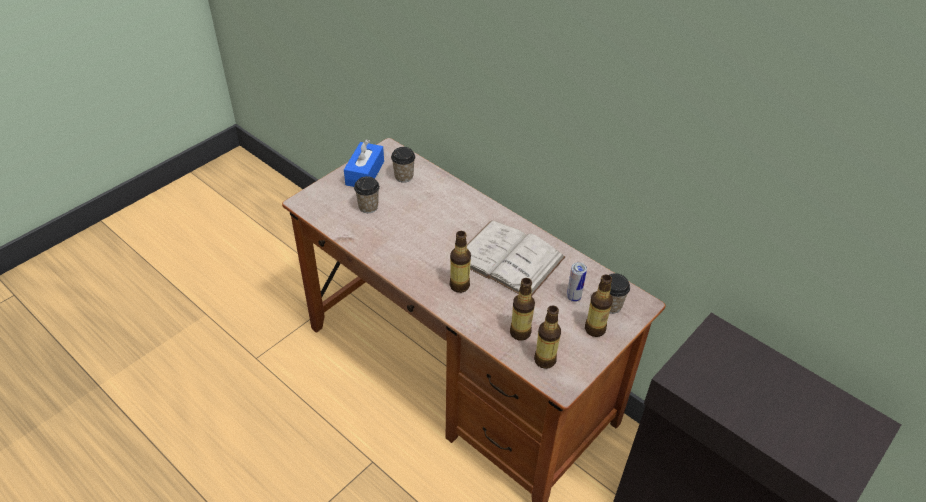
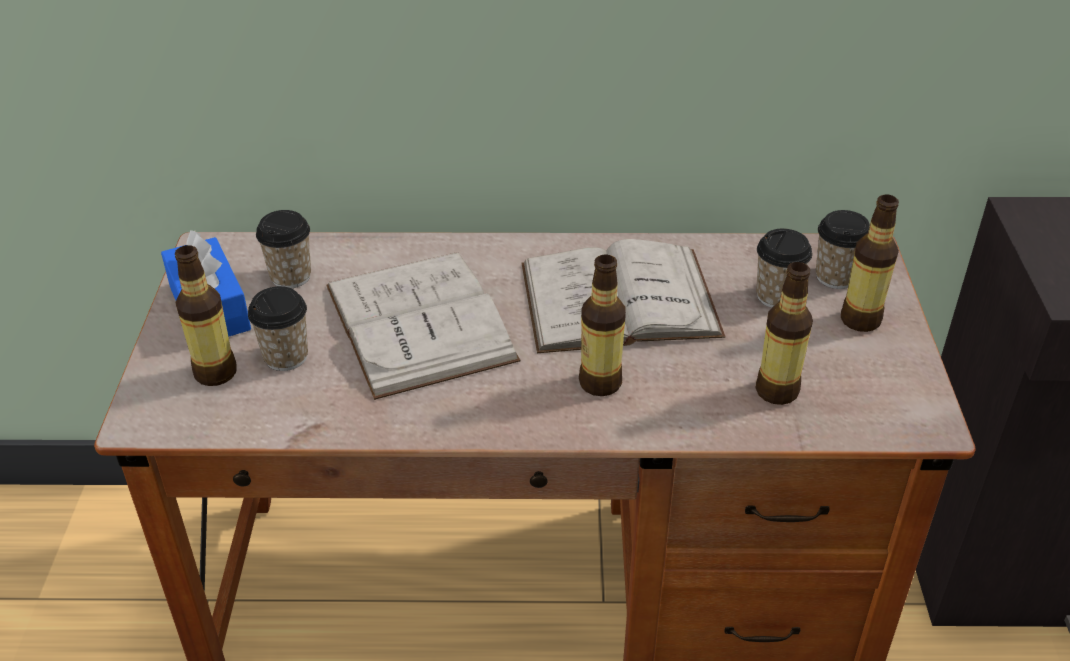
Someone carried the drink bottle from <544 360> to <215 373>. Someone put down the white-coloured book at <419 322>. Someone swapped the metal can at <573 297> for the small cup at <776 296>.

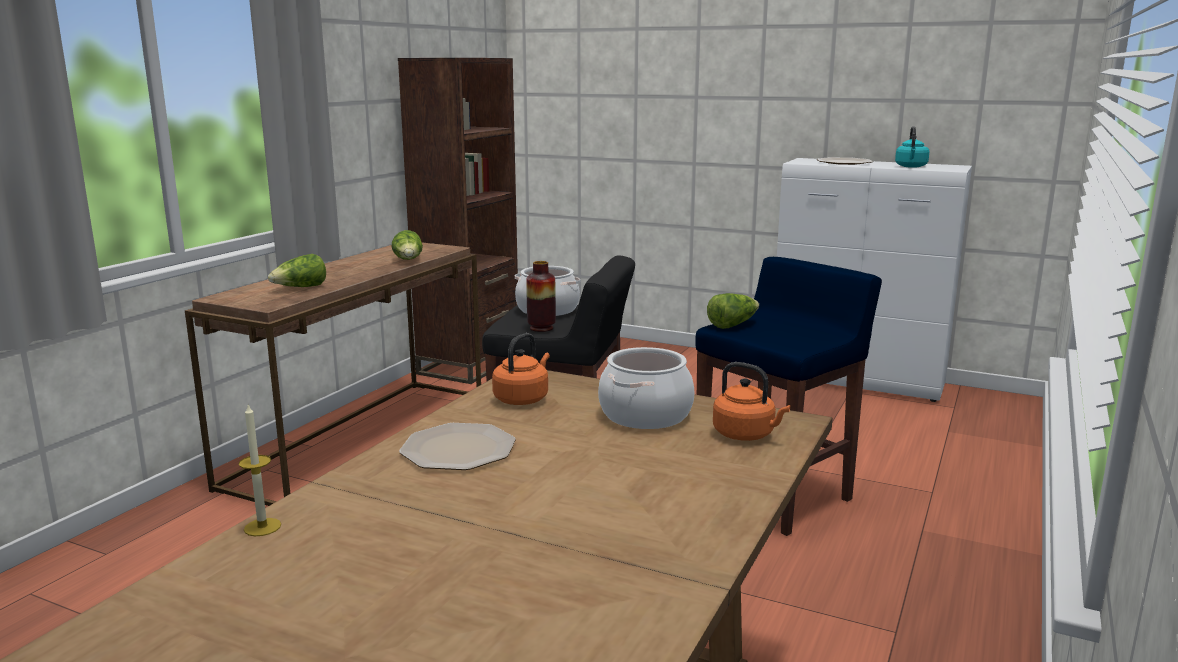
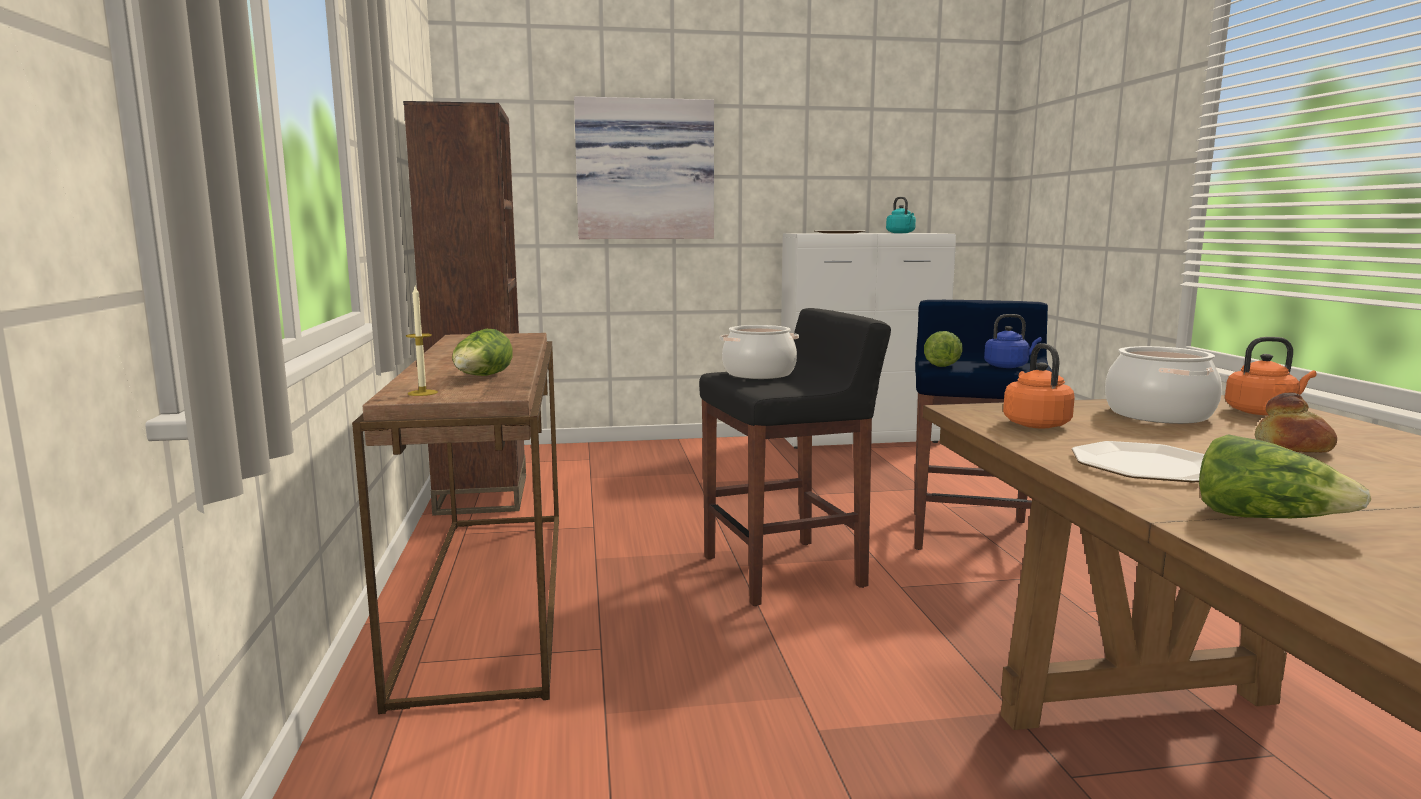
Someone carried the wax candle from <262 527> to <422 393>. Someone put up the wall picture at <645 170>. Someone put down the blue-coloured tea kettle at <1008 366>. Someone carried the head of lettuce from <408 261> to <1266 519>. Someone put down the bakery bread at <1292 448>. Someone took away the vase at <541 328>.

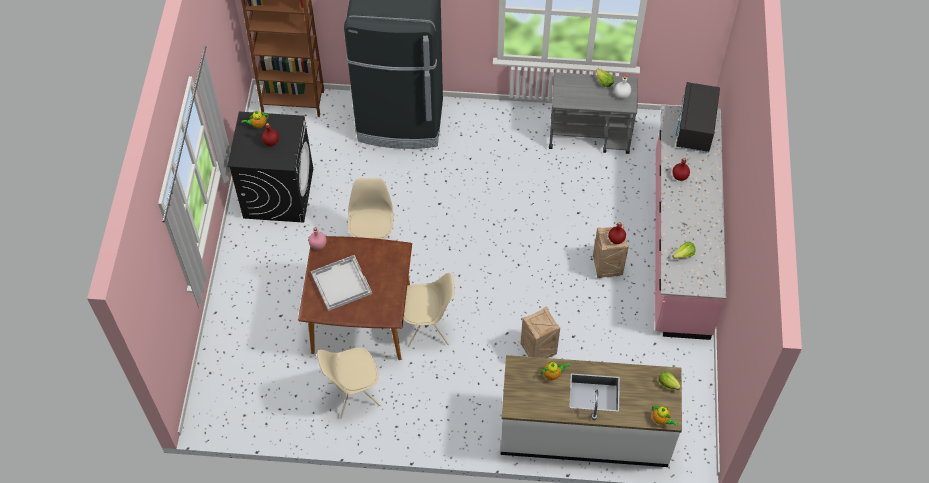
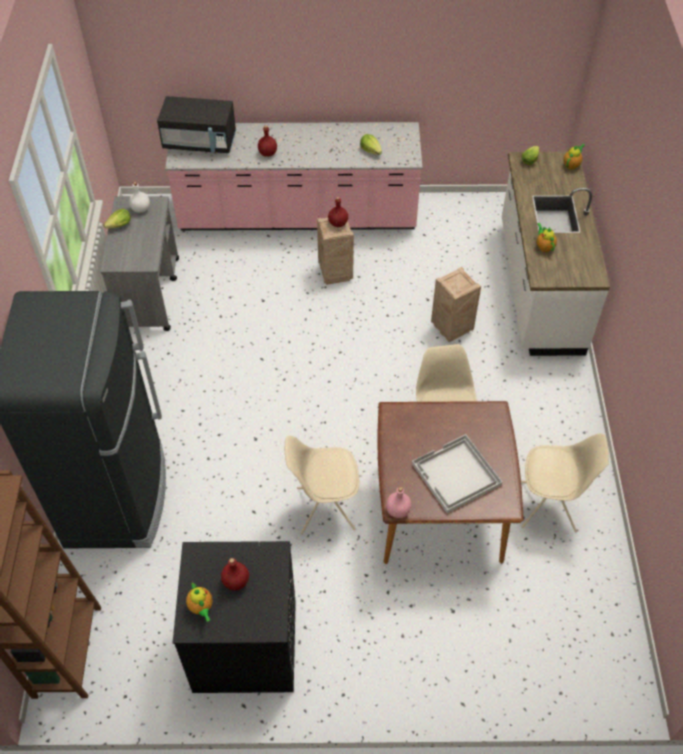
Someone rotated the sand-coloured chair at <353 394> by 60 degrees counterclockwise.

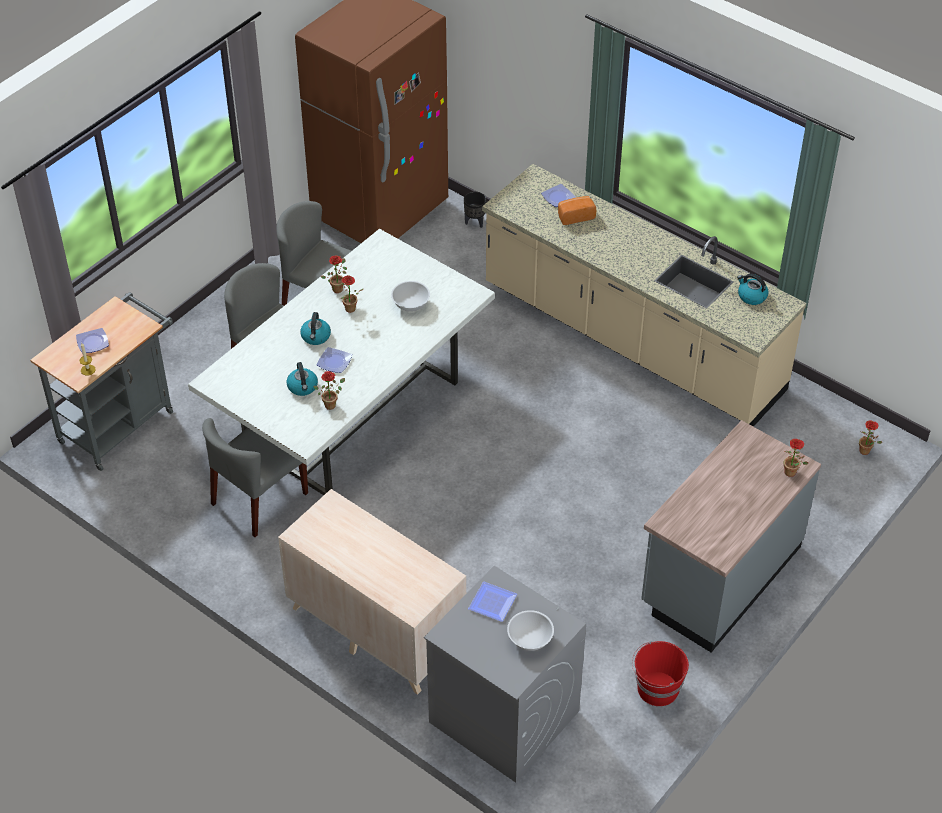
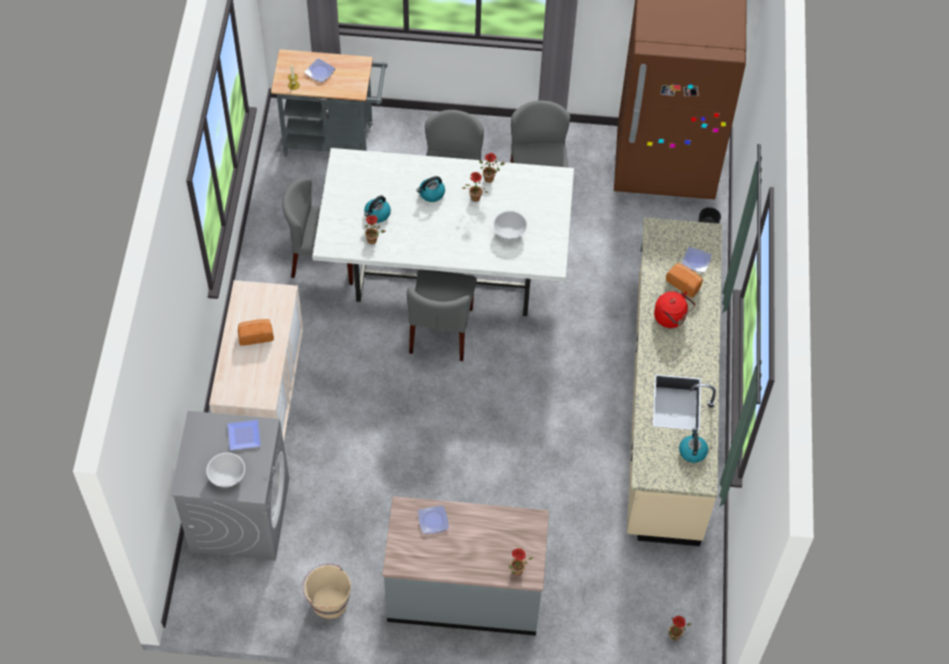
Someone put down the bakery bread at <255 335>. Someone repainted the red pail at <657 689>, which became the sand-coloured pail at <329 601>. Someone put down the greyish chair at <441 331>. Someone carried the plate from <334 361> to <433 520>. Someone put down the red tea kettle at <671 318>.

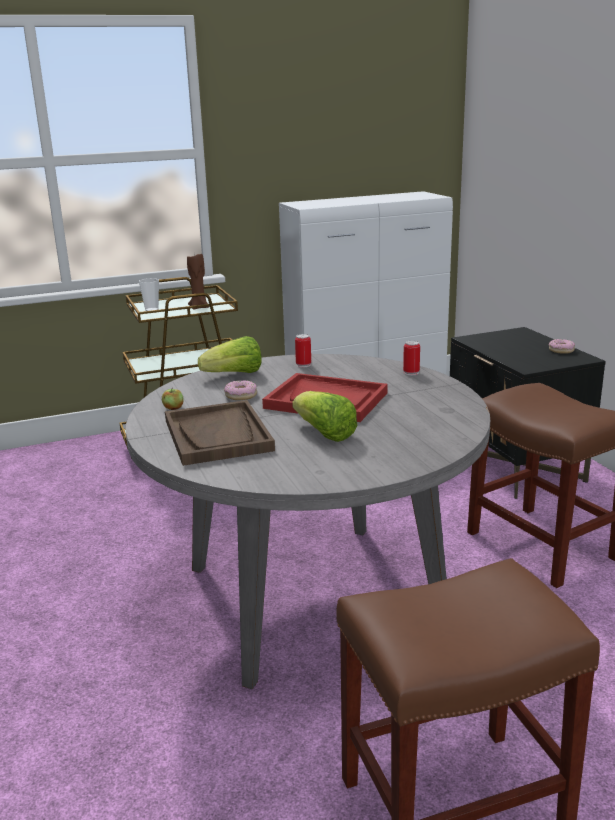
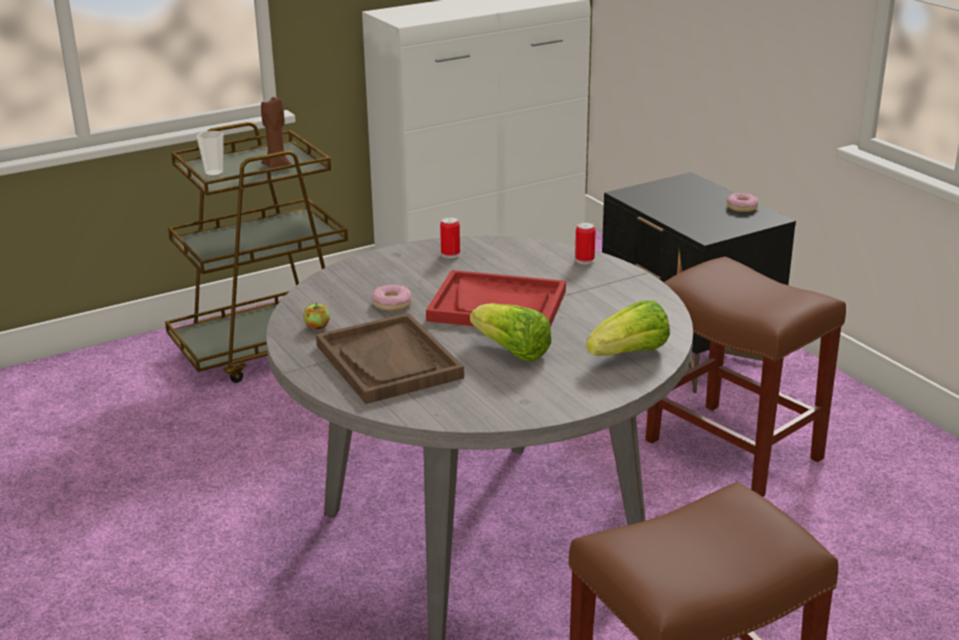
Someone carried the head of lettuce from <234 374> to <630 354>.

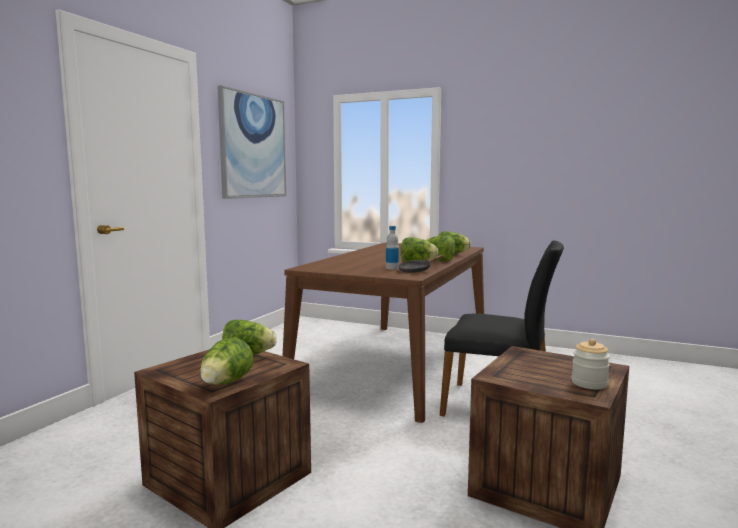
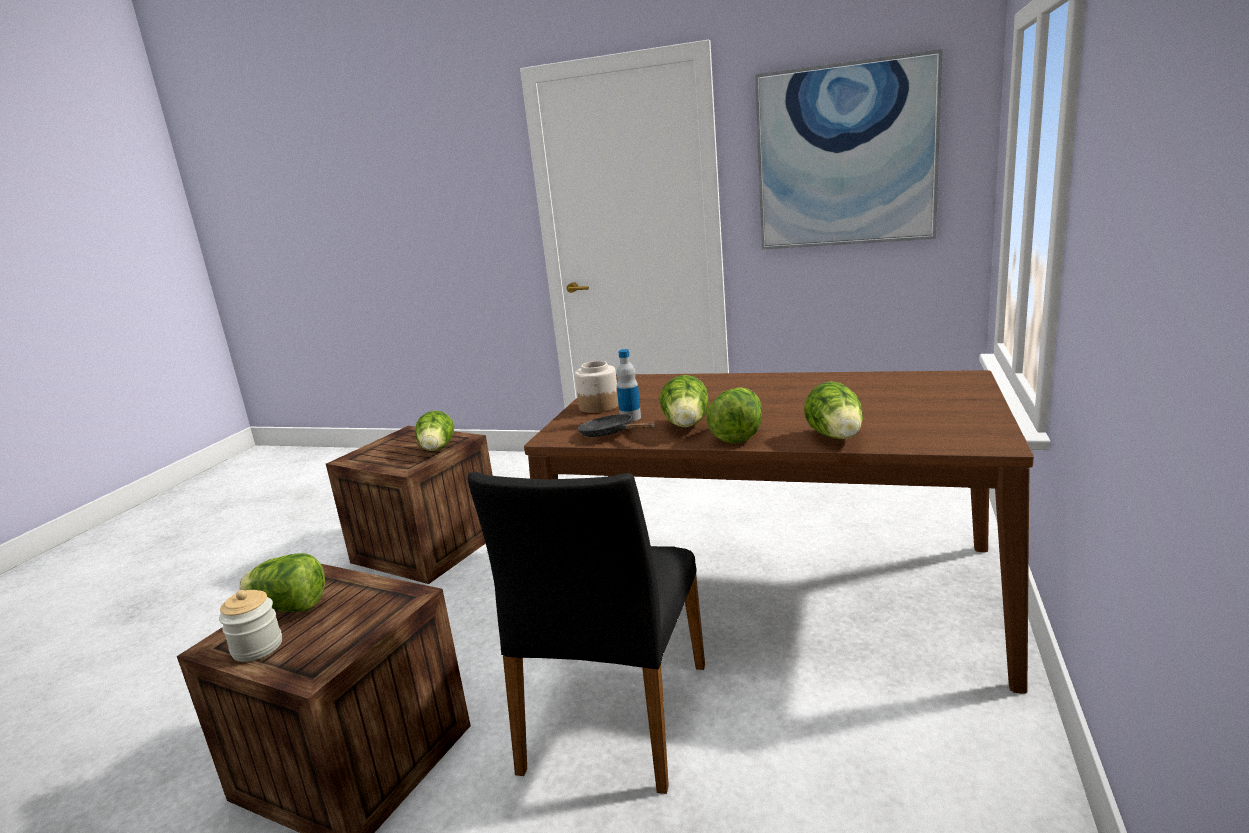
Someone carried the head of lettuce from <226 383> to <290 607>. Someone put down the preserve jar at <598 406>.

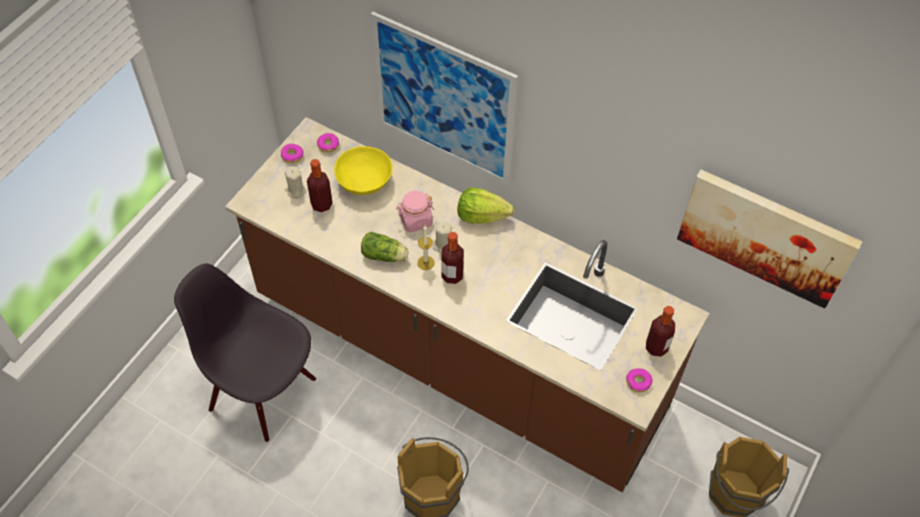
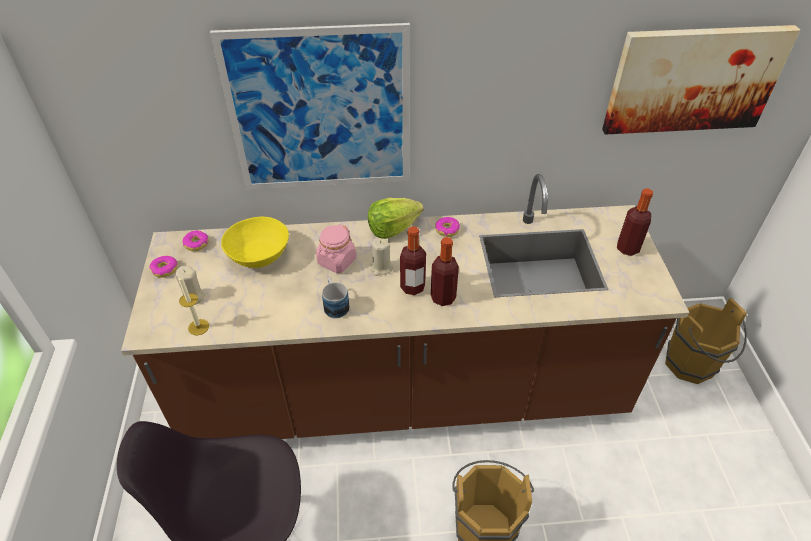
Someone carried the wax candle from <425 262> to <198 327>. Someone swapped the head of lettuce at <385 256> for the coffee mug at <335 304>. Someone carried the drink bottle from <321 204> to <443 297>. Someone carried the ring doughnut from <638 382> to <447 230>.

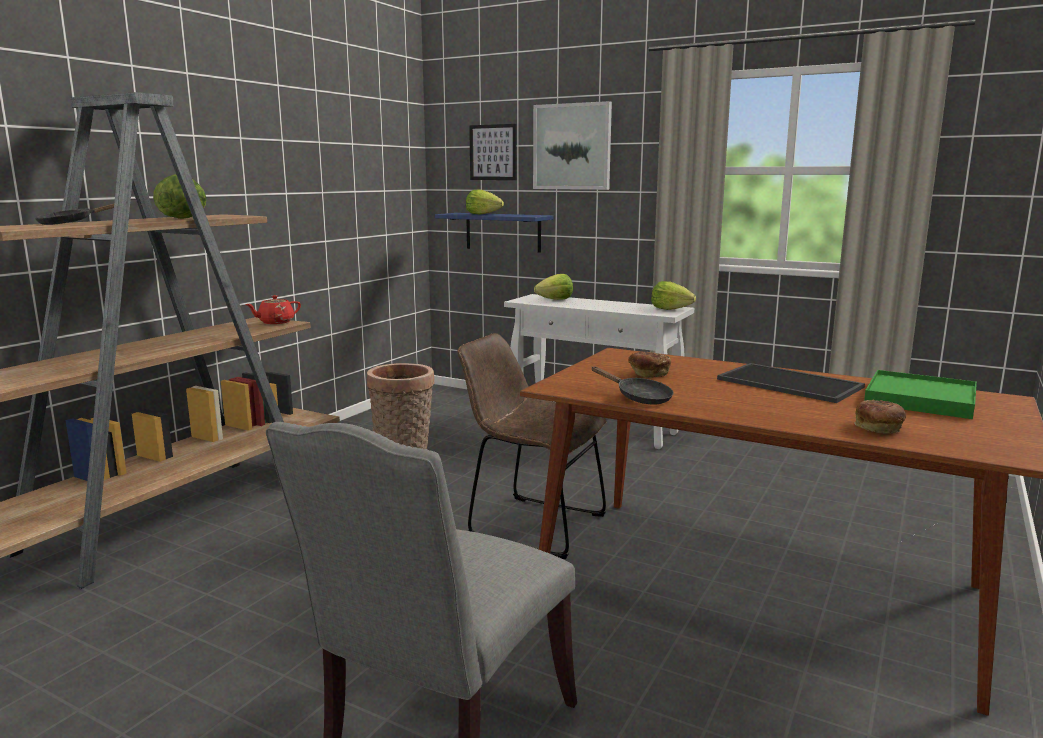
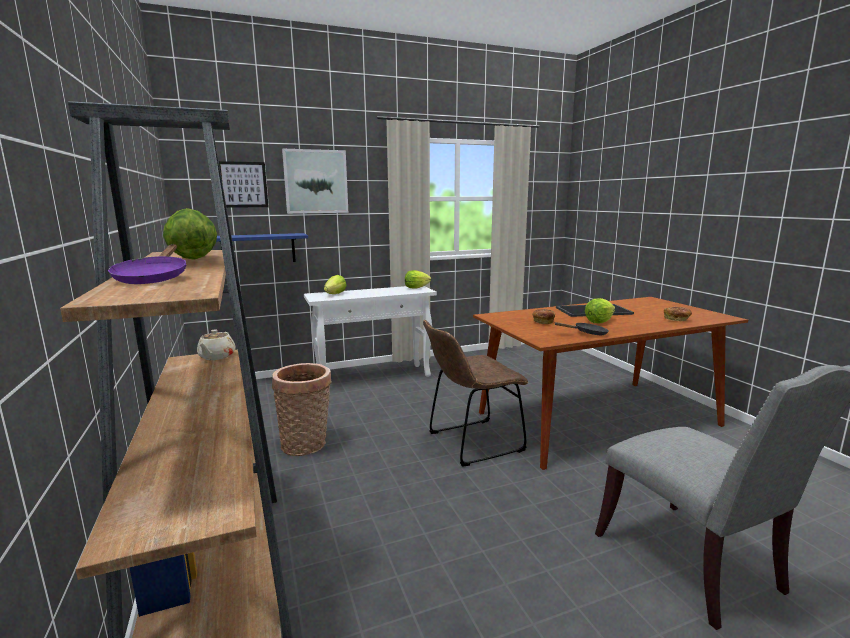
Someone repainted the blackish pan at <71 223>, which became the purplish pan at <153 278>. Someone repainted the red teapot at <275 322>, which became the sand-coloured teapot at <216 357>. Someone carried the head of lettuce from <482 214> to <599 321>. Someone took away the green-coloured tray at <920 399>.

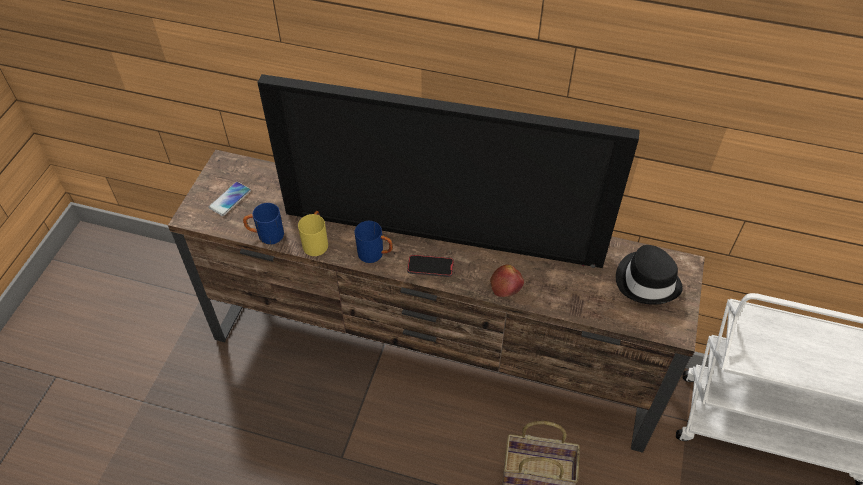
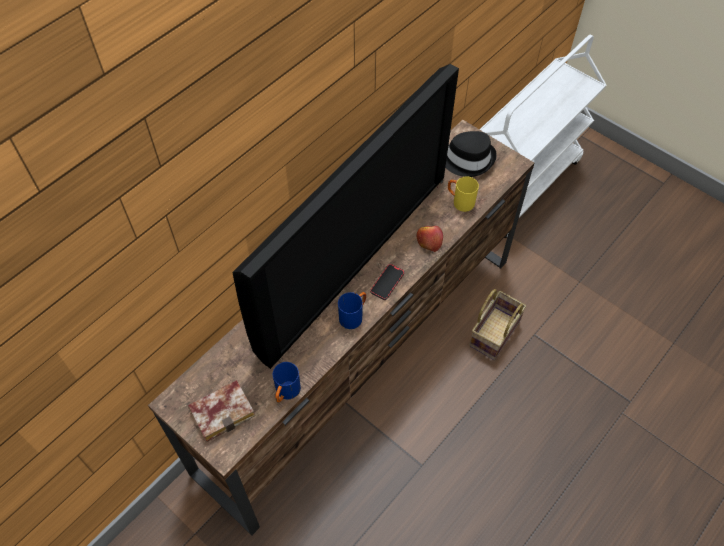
Someone swapped the telephone at <230 199> for the book at <224 410>. Someone carried the yellow-coloured coffee mug from <316 242> to <459 201>.

